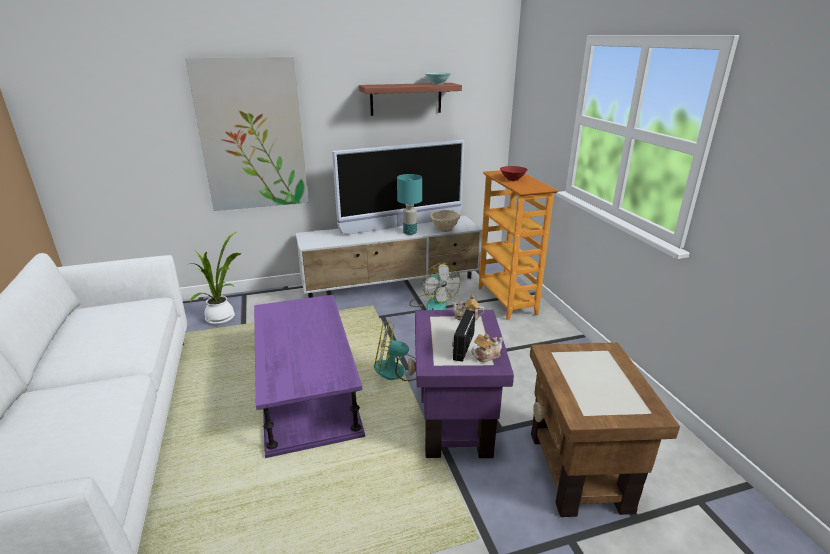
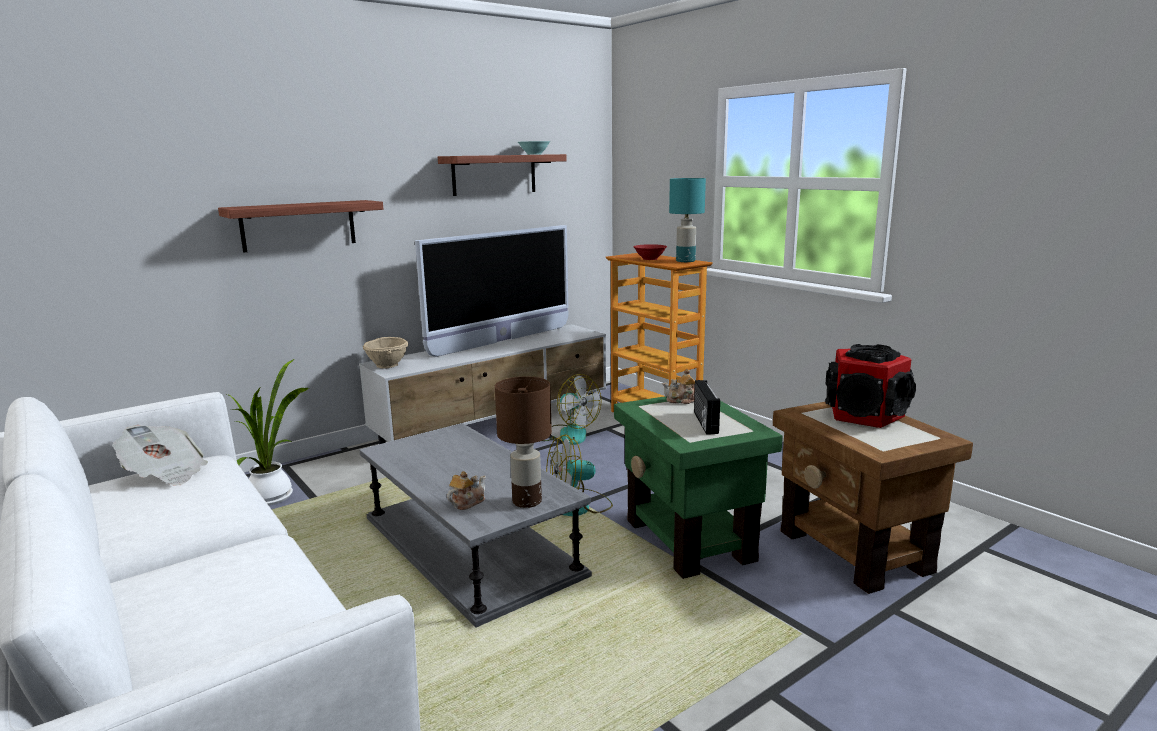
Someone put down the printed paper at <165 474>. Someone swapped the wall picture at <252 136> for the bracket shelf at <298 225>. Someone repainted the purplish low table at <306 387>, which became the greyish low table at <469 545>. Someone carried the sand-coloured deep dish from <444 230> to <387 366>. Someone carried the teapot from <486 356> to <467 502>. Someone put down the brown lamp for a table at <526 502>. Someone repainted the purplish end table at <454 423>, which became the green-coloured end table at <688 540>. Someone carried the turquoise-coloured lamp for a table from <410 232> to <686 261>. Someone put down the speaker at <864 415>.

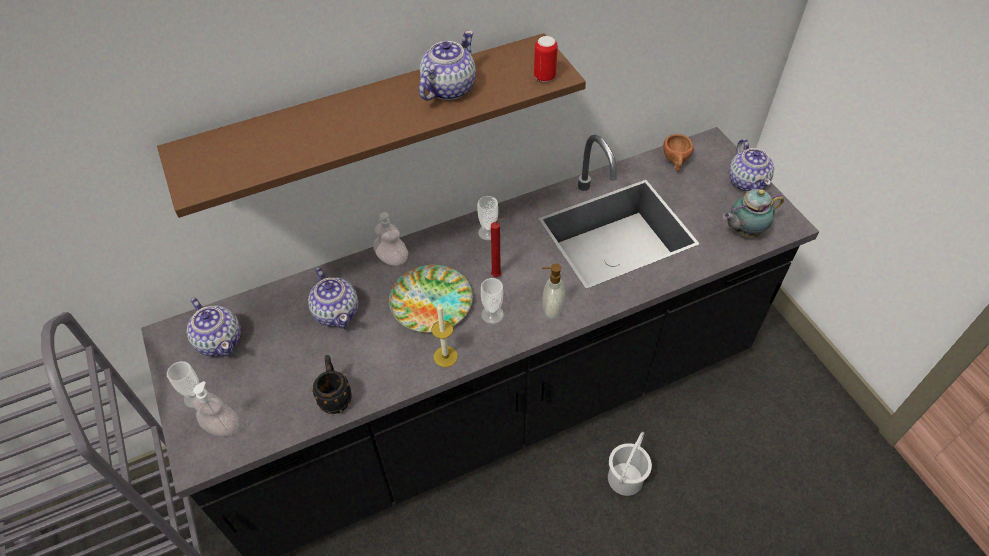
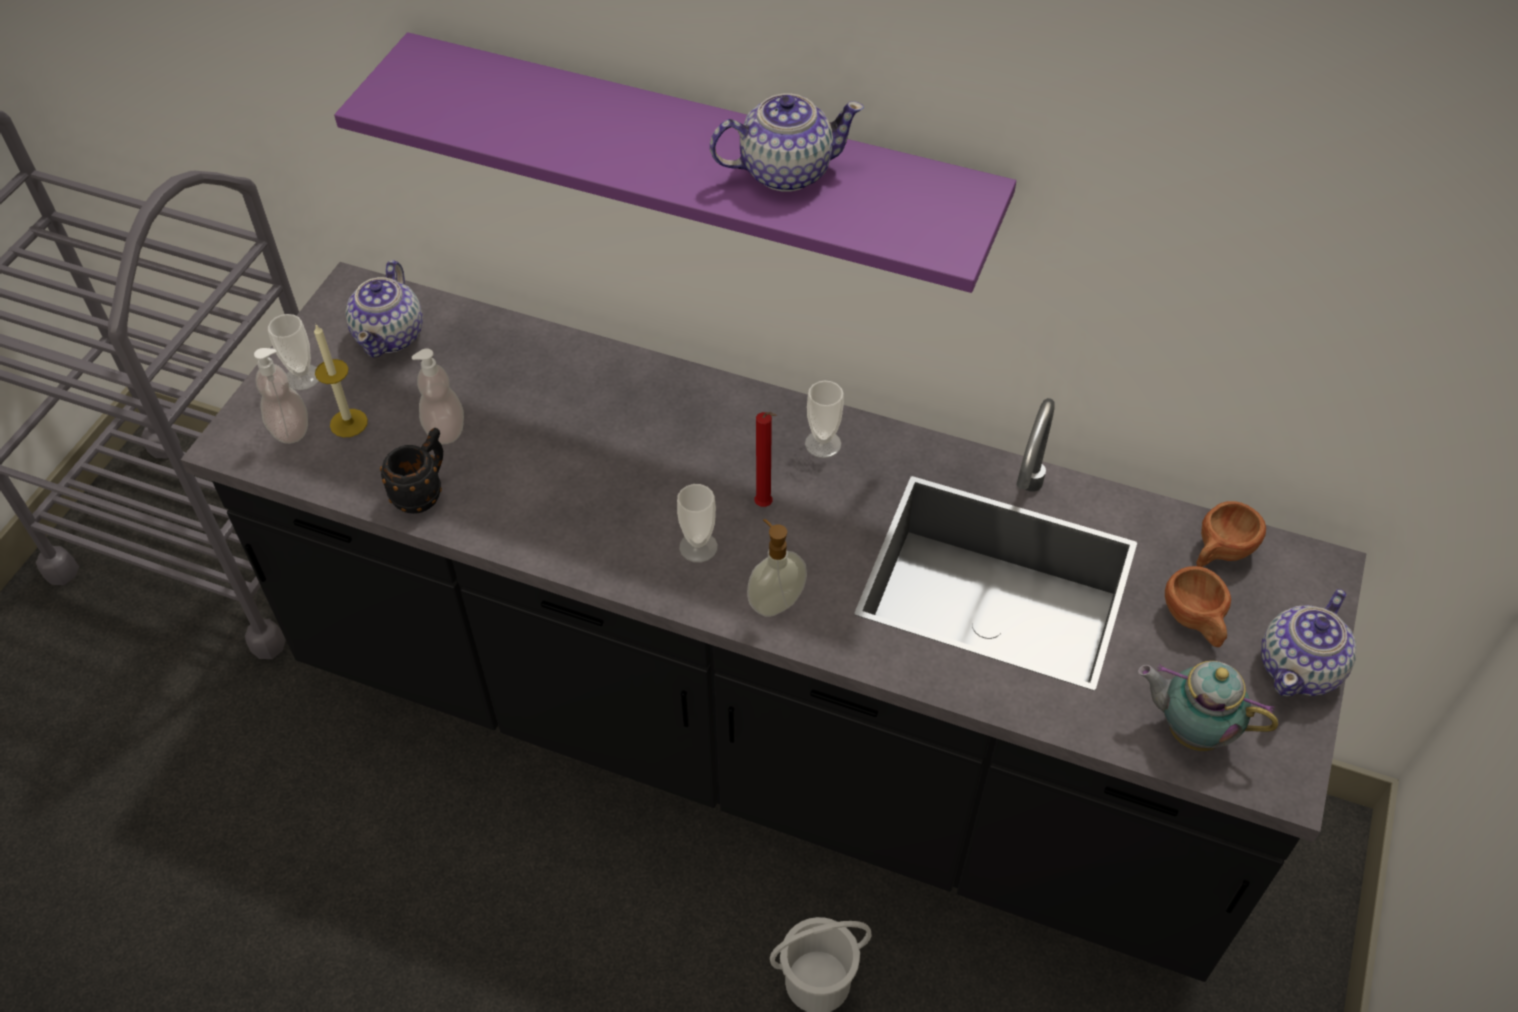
Someone carried the wax candle from <445 356> to <348 423>. Someone repainted the brown bracket shelf at <369 118>, which became the purplish bracket shelf at <699 156>. Someone carried the liquid soap bottle from <392 258> to <445 429>. Someone put down the brown small cup at <1195 621>. Someone took away the teapot at <337 311>. Someone took away the plate at <431 302>. Someone took away the metal can at <544 77>.

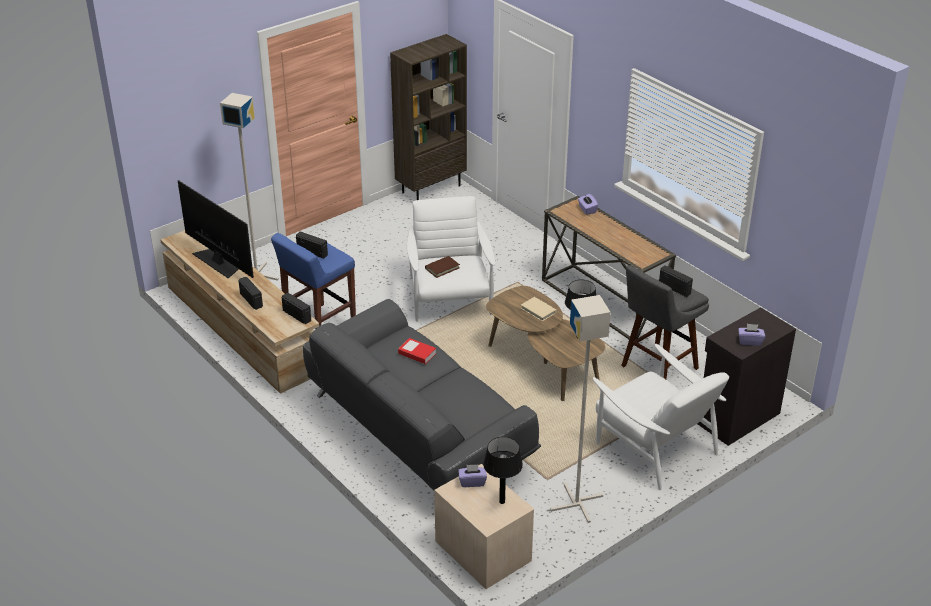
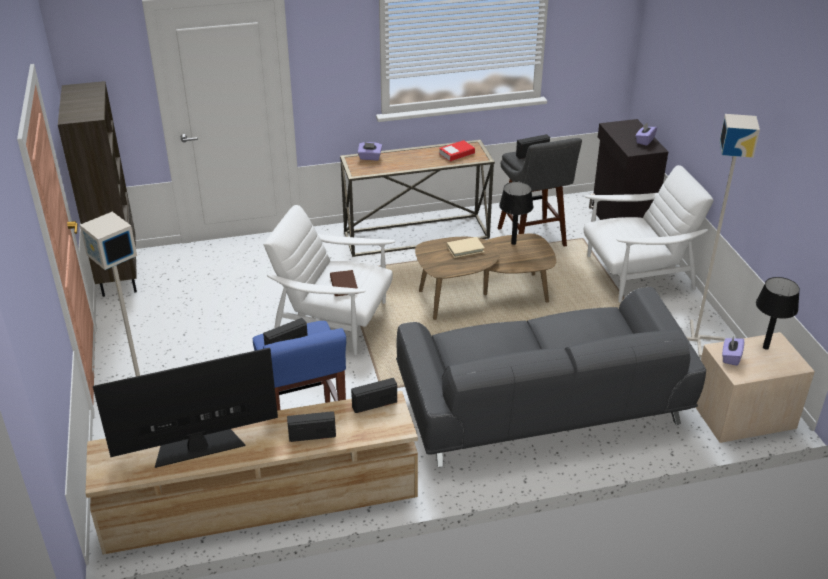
Someone carried the book from <417 354> to <456 154>.

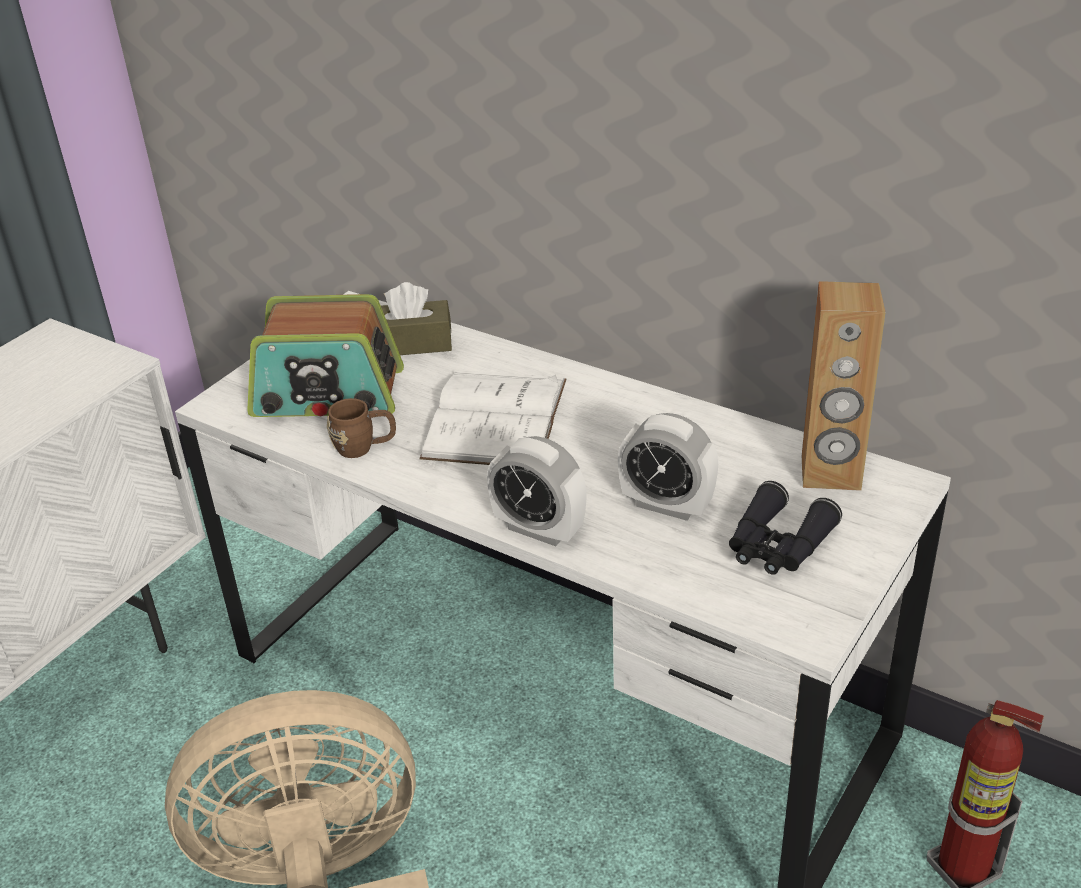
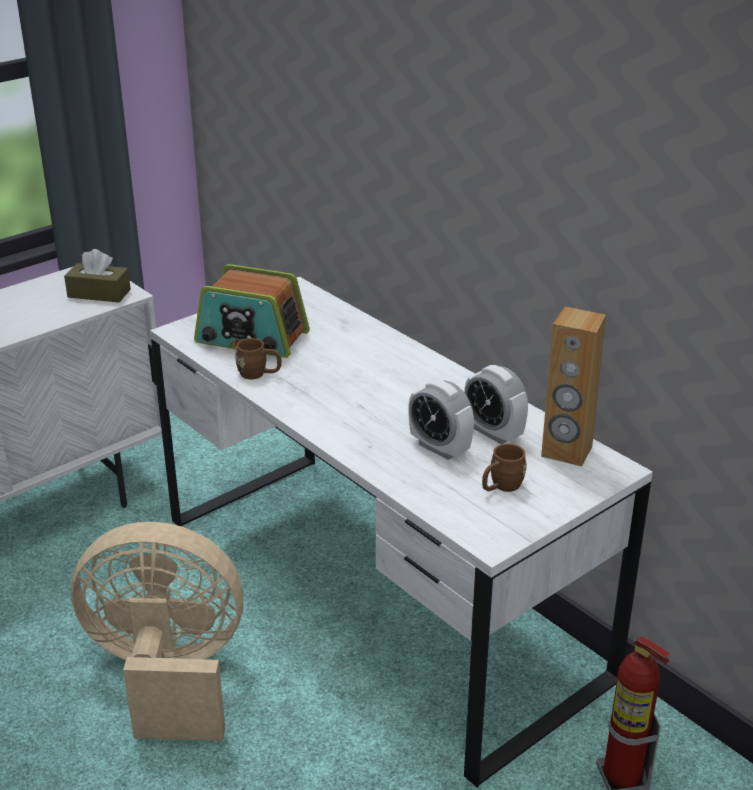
Someone carried the brown box of tissues from <411 343> to <99 293>. Someone carried the bedside clock from <539 529> to <493 432>. Someone swapped the blackish pair of binoculars at <777 545> for the brown coffee mug at <501 487>. Someone took away the white-coloured book at <495 418>.

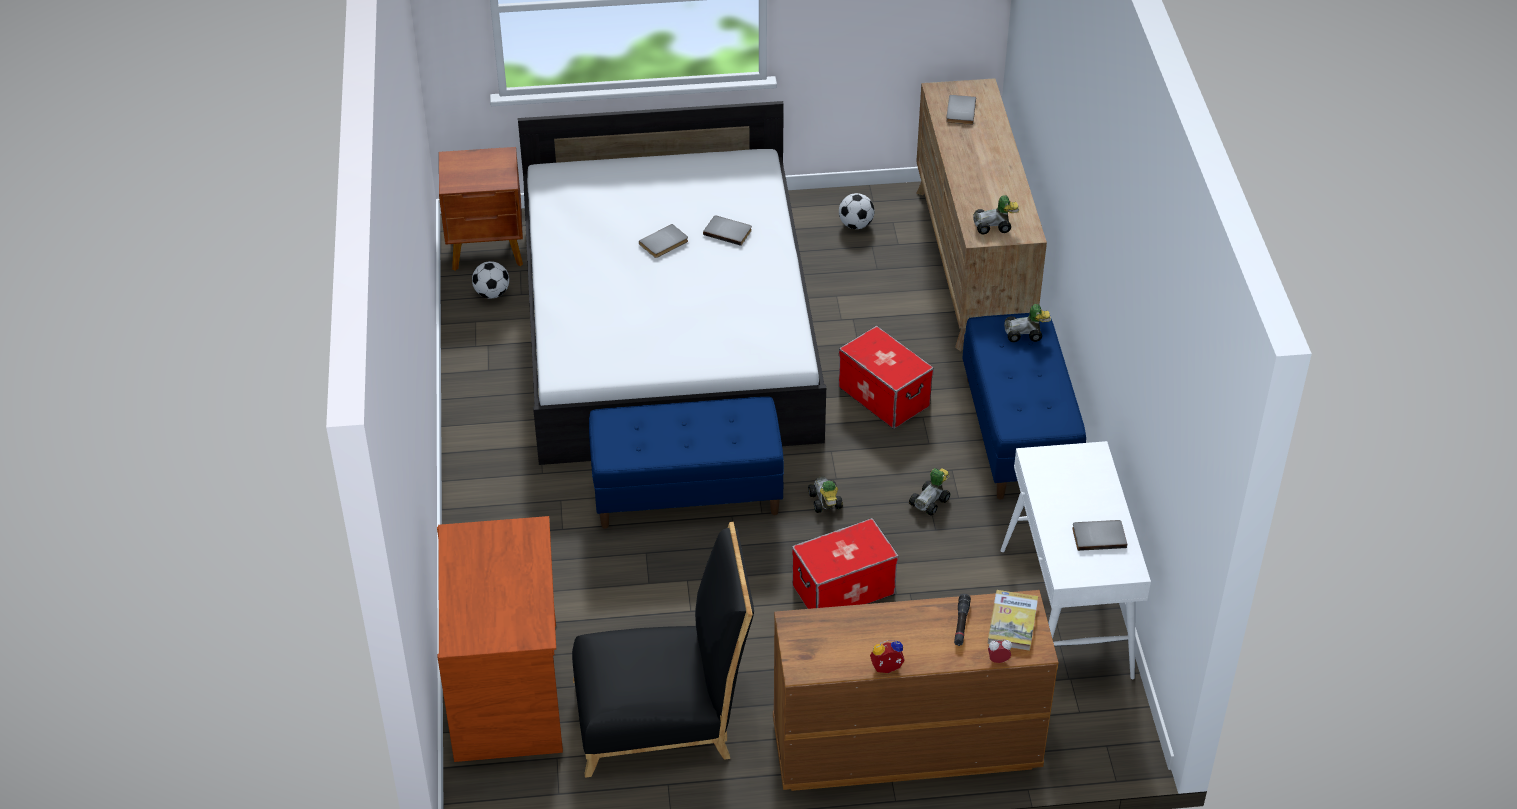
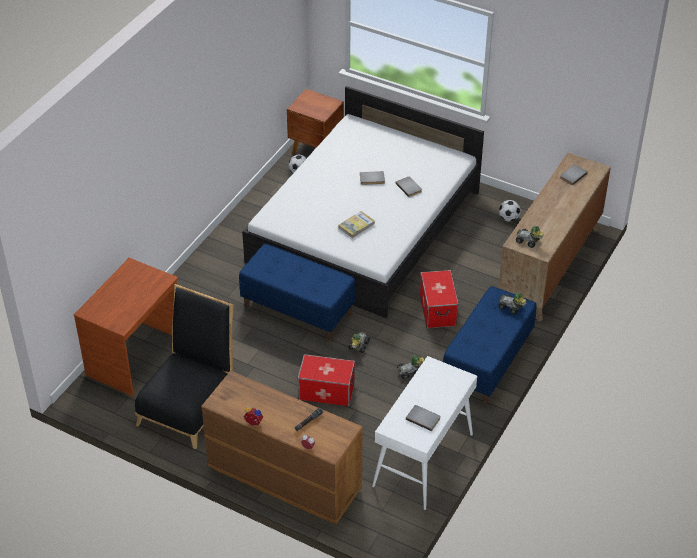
Someone rotated the blackish chair at <663 716> by 90 degrees counterclockwise. Someone carried the book from <1012 622> to <356 226>.

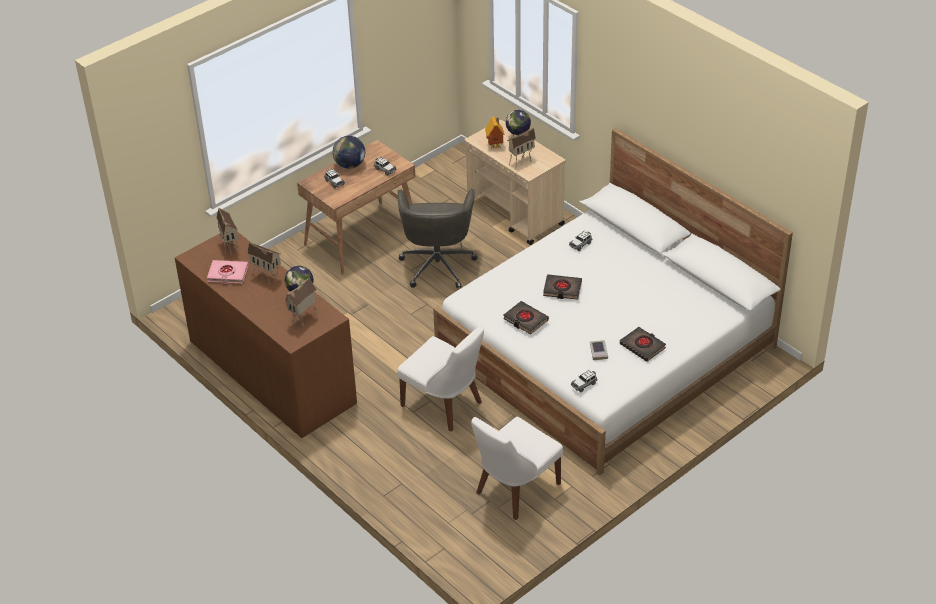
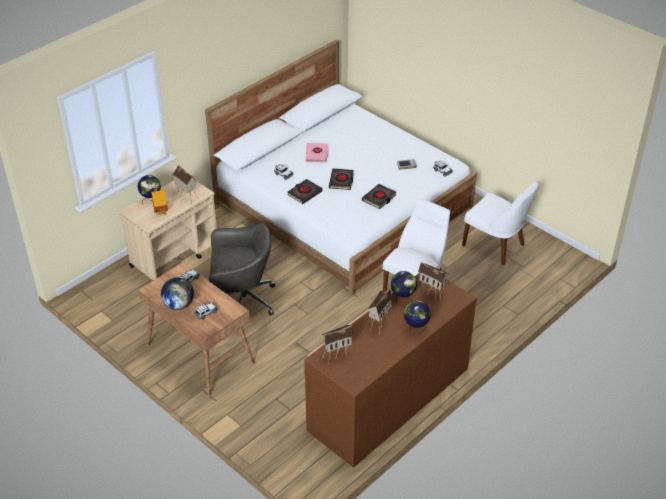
Someone carried the blackish book from <642 346> to <304 193>. Someone carried the pink book from <228 274> to <317 154>. Someone put down the desk globe at <415 328>.

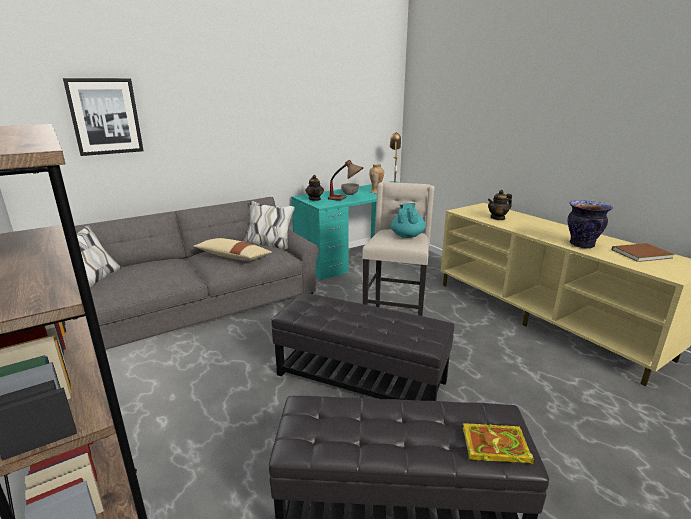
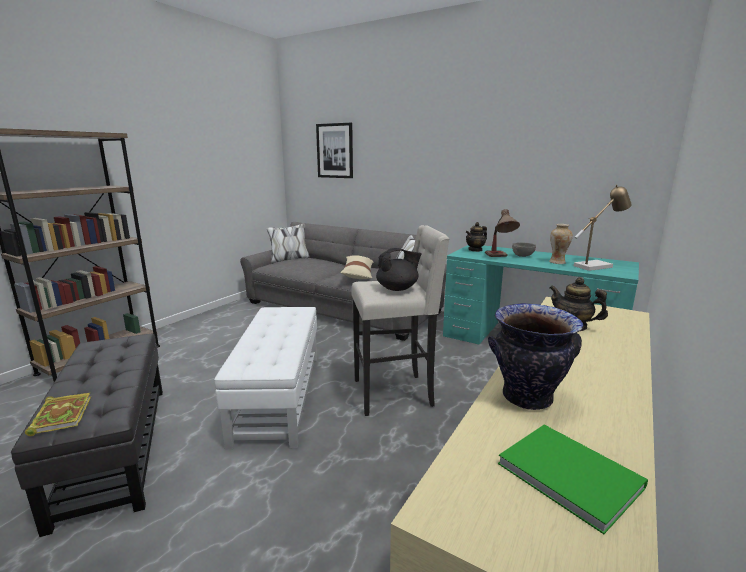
Someone repainted the blackish ottoman at <361 377>, which became the white-coloured ottoman at <279 395>. Someone repainted the turquoise-coloured teapot at <407 236>, which became the blackish teapot at <398 289>. Someone repainted the brown book at <639 253>, which became the green-coloured book at <567 472>.

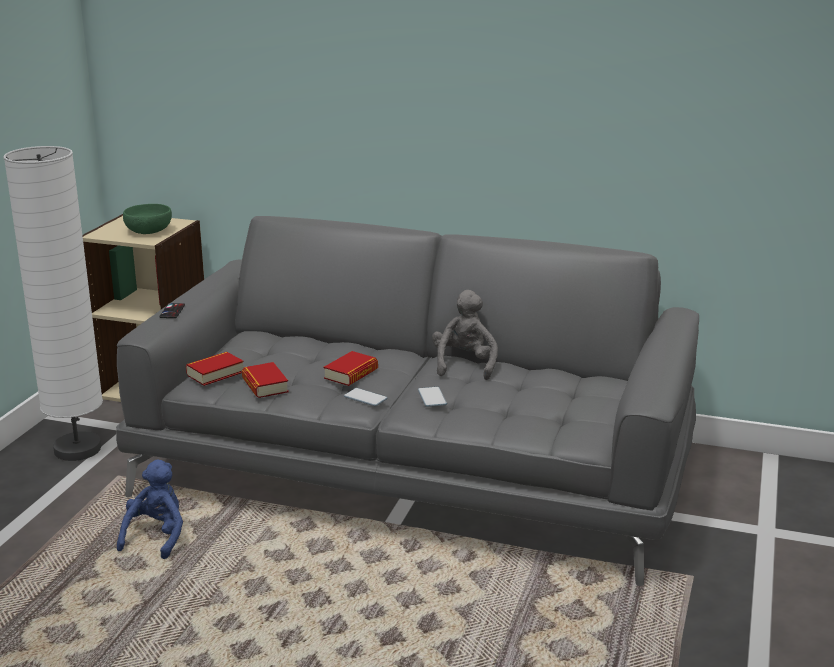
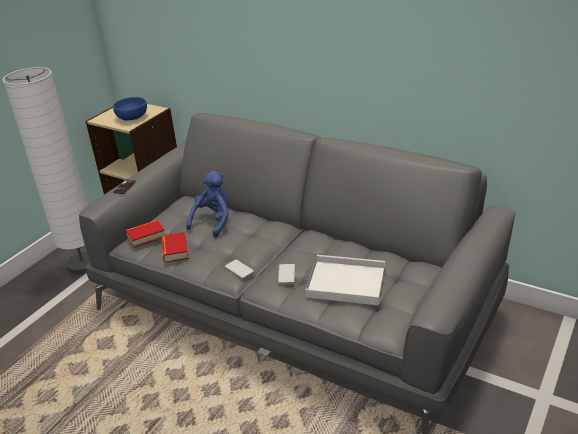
Someone repainted the green-coloured deep dish at <149 231>, which became the blue-coloured deep dish at <132 117>. Someone carried the blue-coloured plush toy from <156 536> to <213 221>. Someone put down the white-coloured tray at <344 283>. Someone took away the book at <351 374>. Someone took away the greyish plush toy at <464 365>.

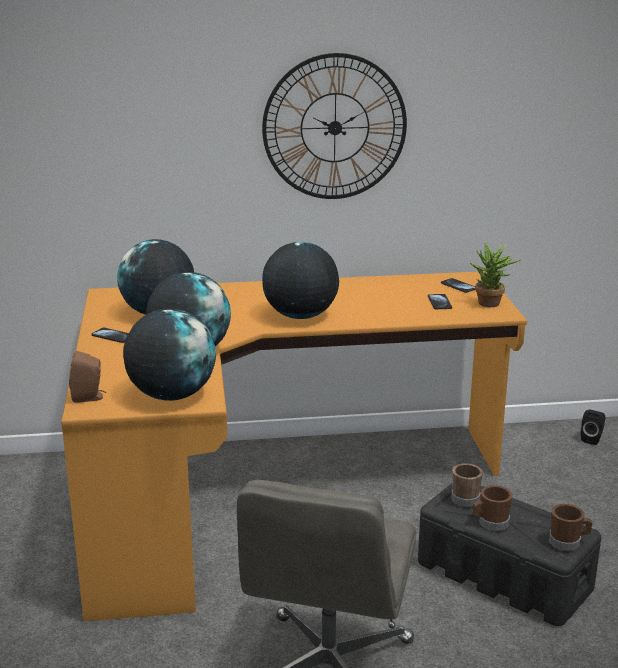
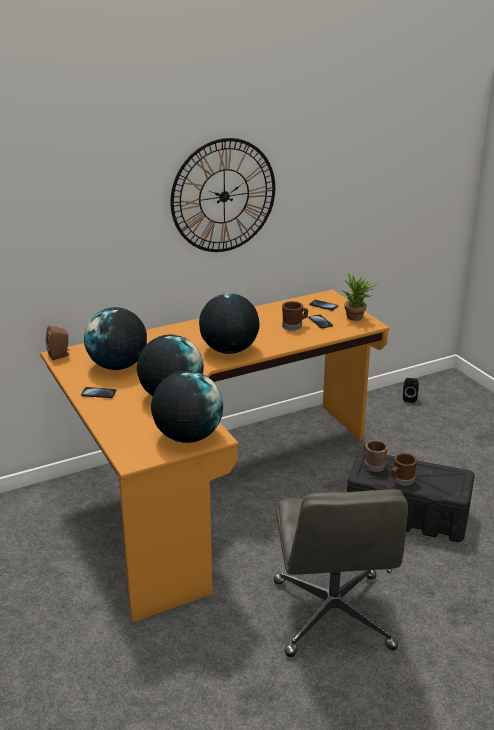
Someone carried the brown speaker from <89 397> to <60 355>. Someone carried the brown coffee mug from <568 542> to <294 326>.

